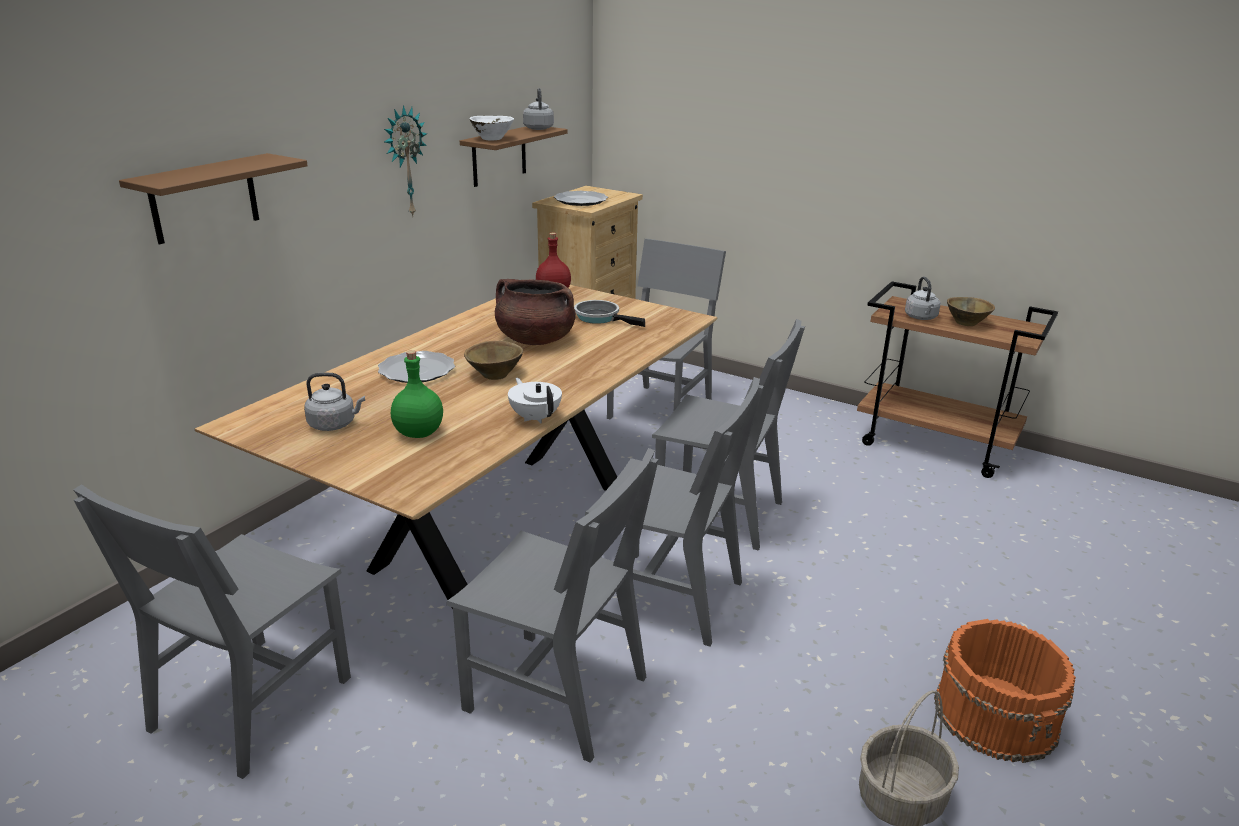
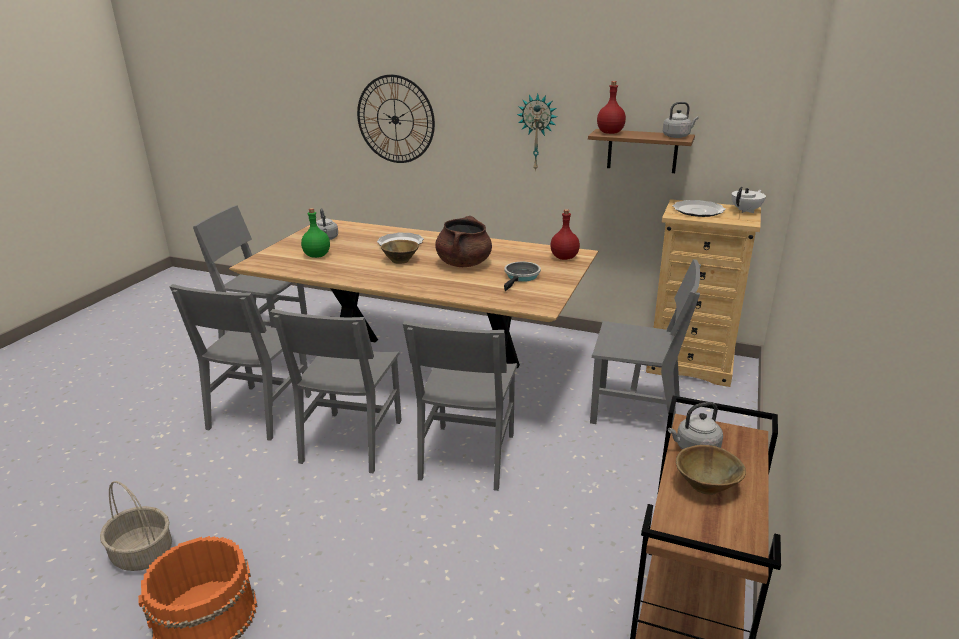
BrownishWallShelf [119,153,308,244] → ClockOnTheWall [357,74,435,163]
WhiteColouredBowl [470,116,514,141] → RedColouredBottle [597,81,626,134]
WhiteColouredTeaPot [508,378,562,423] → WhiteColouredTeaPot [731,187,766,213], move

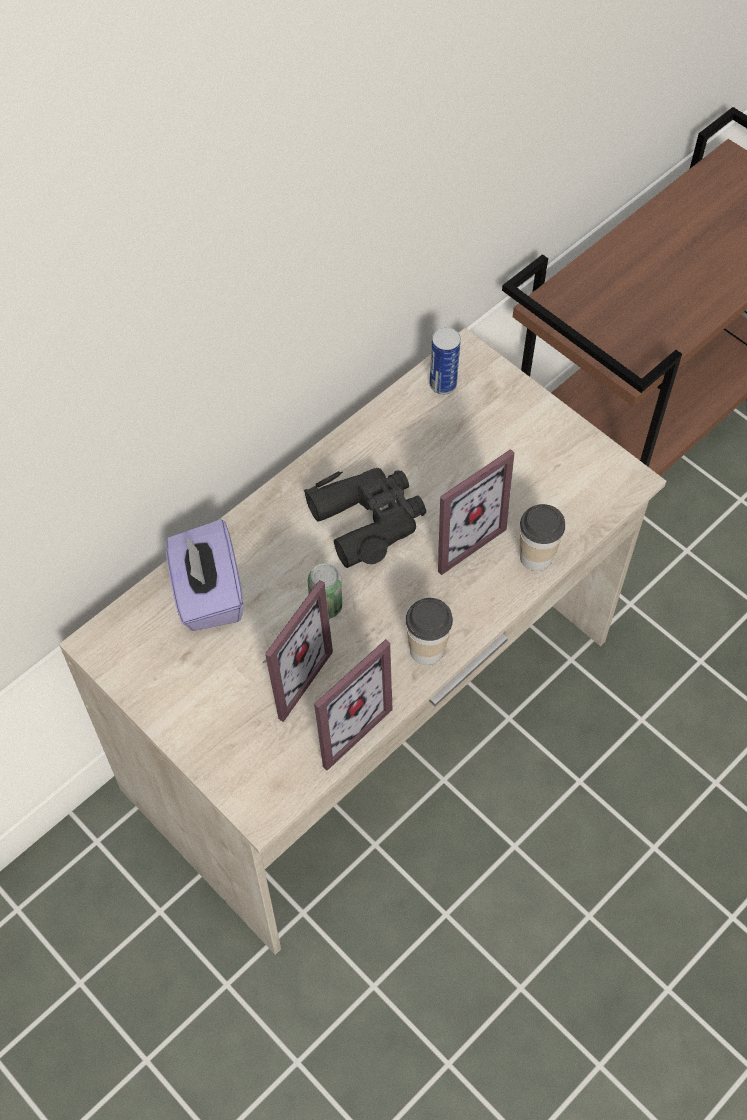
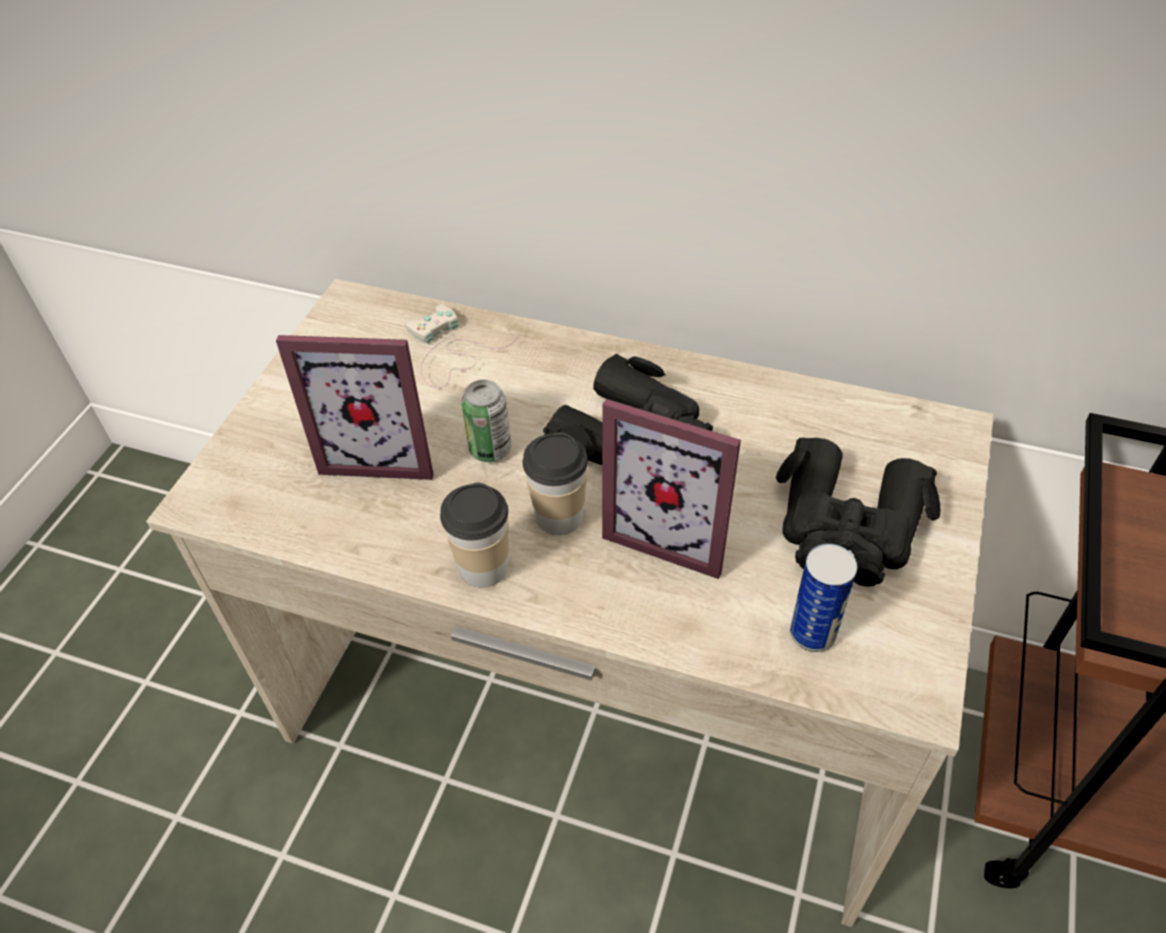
PurpleColouredTissueHolder [166,519,243,631] → WhiteColouredGameController [405,304,520,388]
DrinkingCup [520,504,565,571] → DrinkingCup [523,432,588,535], move
- → BlackishPairOfBinoculars [776,437,940,587]
MetalCan [430,327,461,395] → MetalCan [790,544,857,652], move
PhotoFrame [314,639,393,771] → -

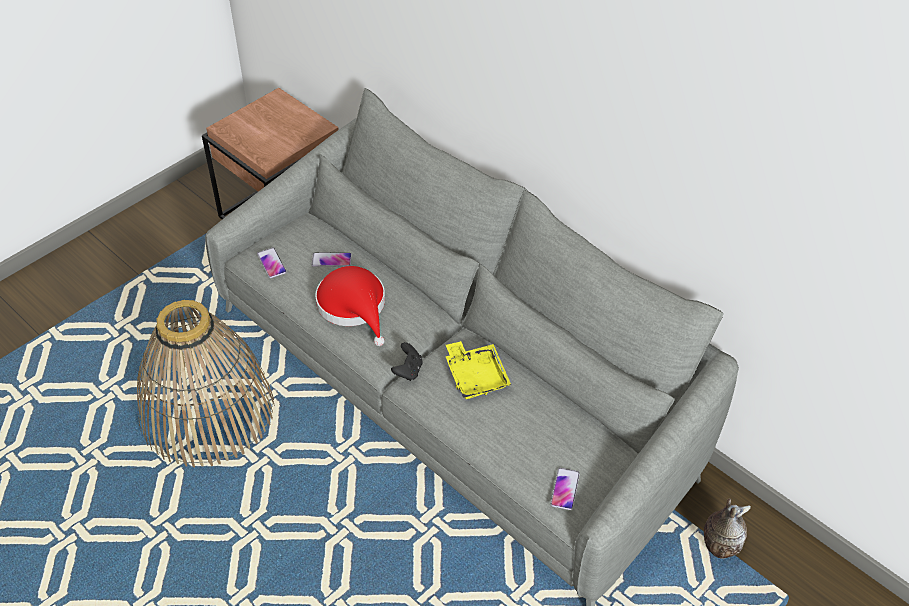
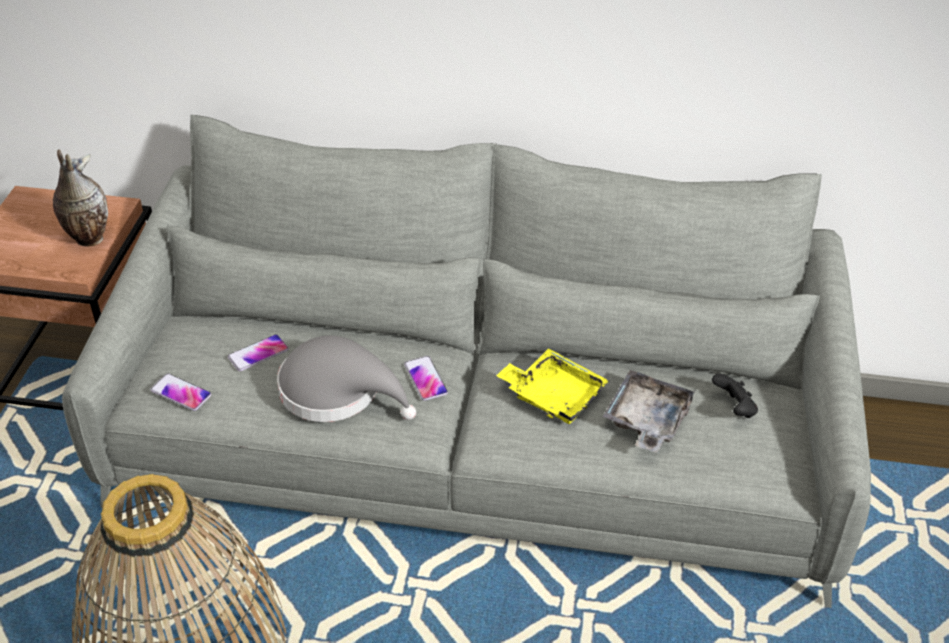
DecorativeVase [704,498,751,558] → DecorativeVase [53,149,108,246], move
RedColouredHat [315,266,385,346] → GreyishHat [277,336,416,422]
Telephone [551,468,580,510] → Telephone [404,356,448,401], move
- → GreyishCarryingTray [603,370,696,453]
BlackishGameController [391,342,423,381] → BlackishGameController [712,373,758,418], move

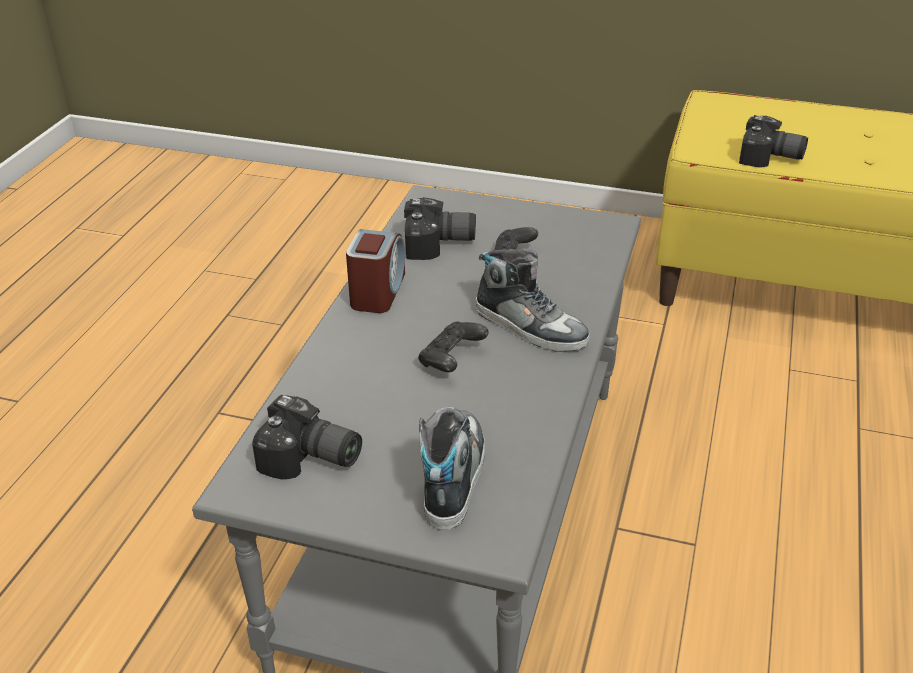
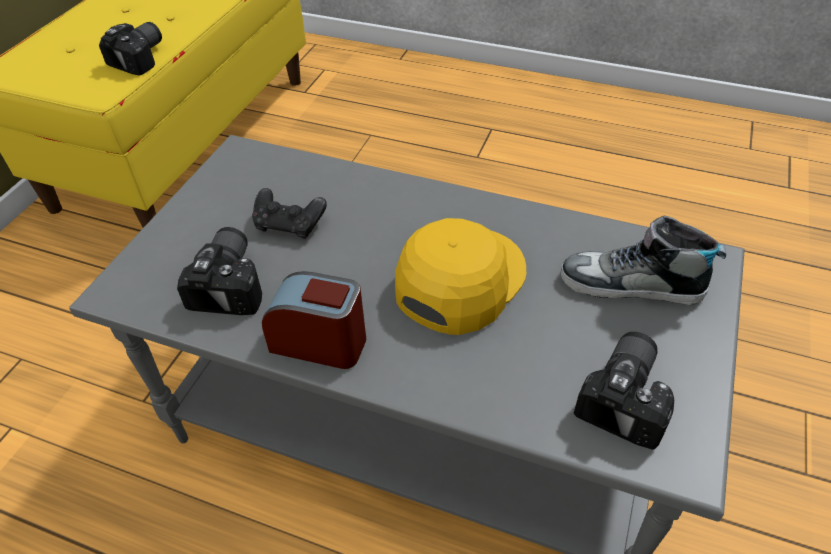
BlackishGameController [418,321,489,372] → YellowishCap [395,218,526,335]
ItemOfFootwear [476,249,590,352] → -

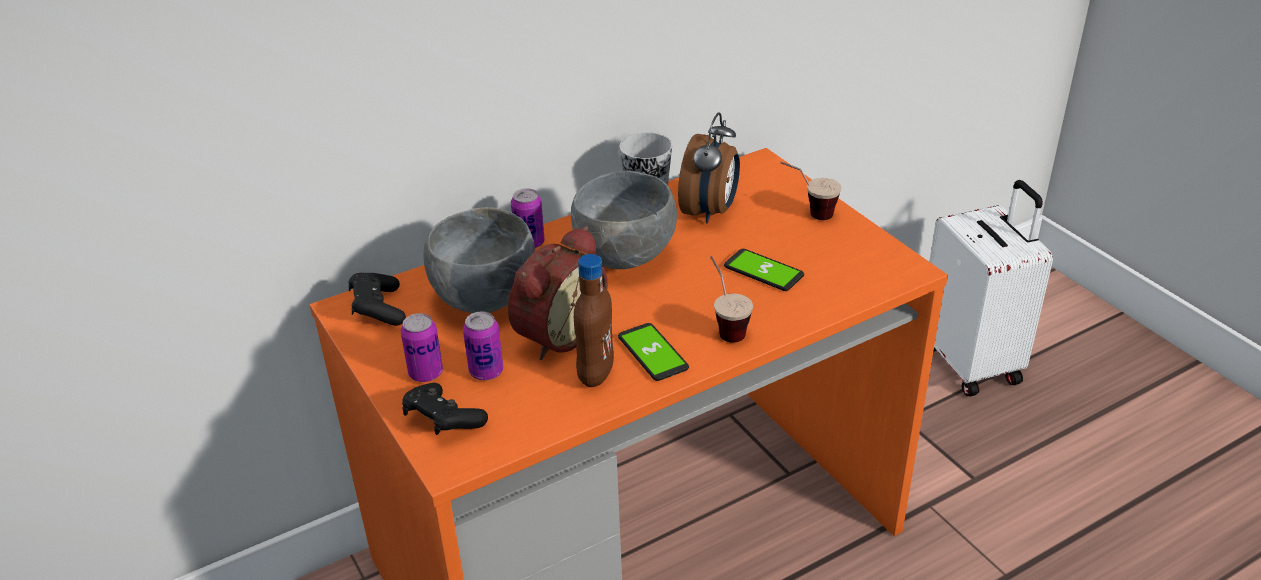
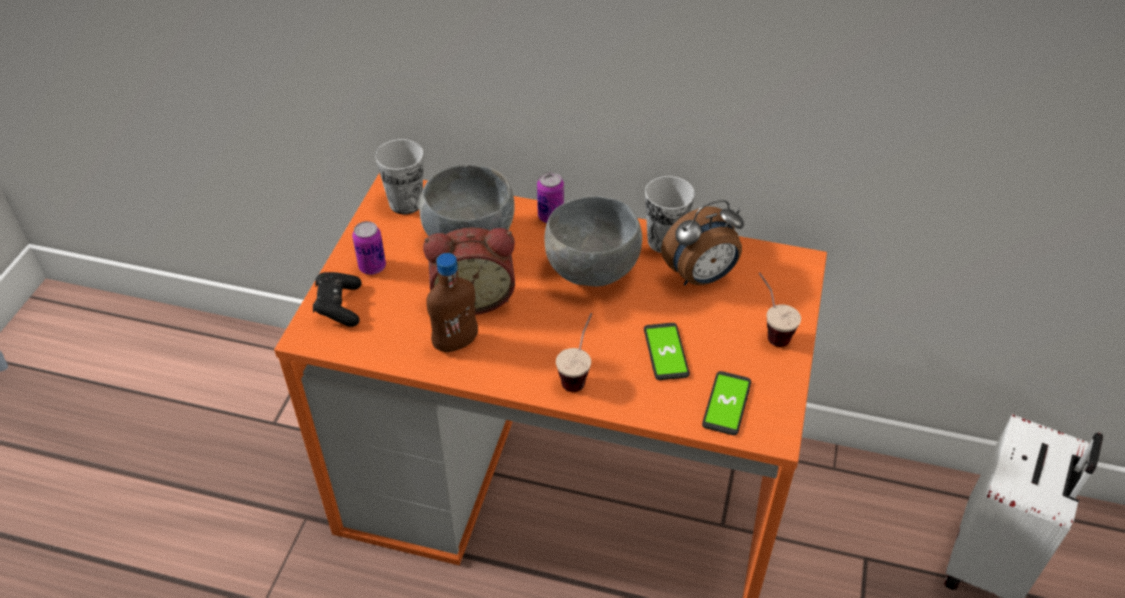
BlackishGameController [349,273,406,326] → DrinkingCup [375,139,423,214]
Telephone [618,323,689,381] → Telephone [702,371,751,435], move
MetalCan [463,312,503,380] → -

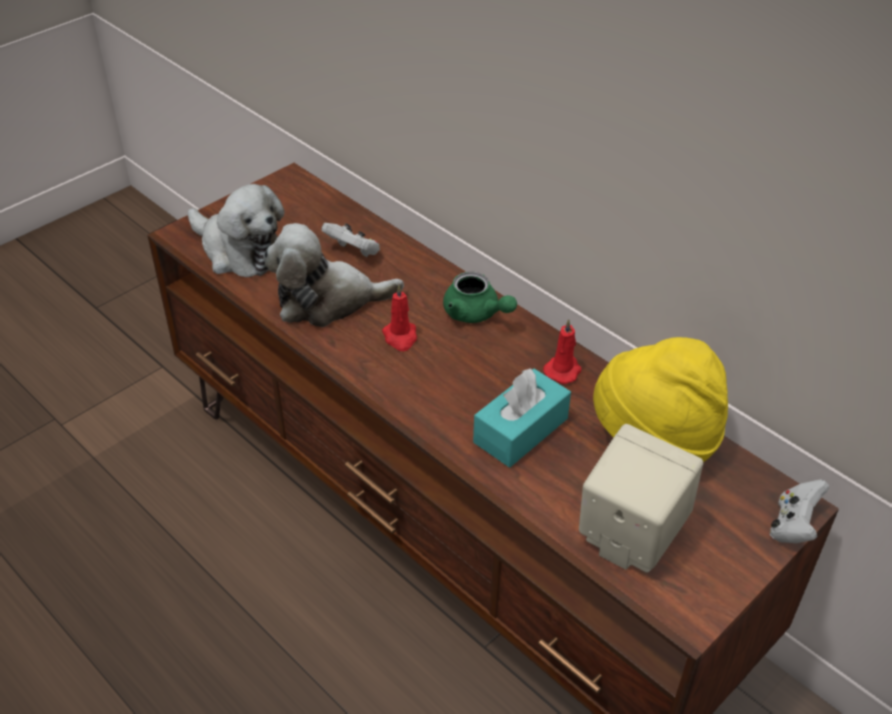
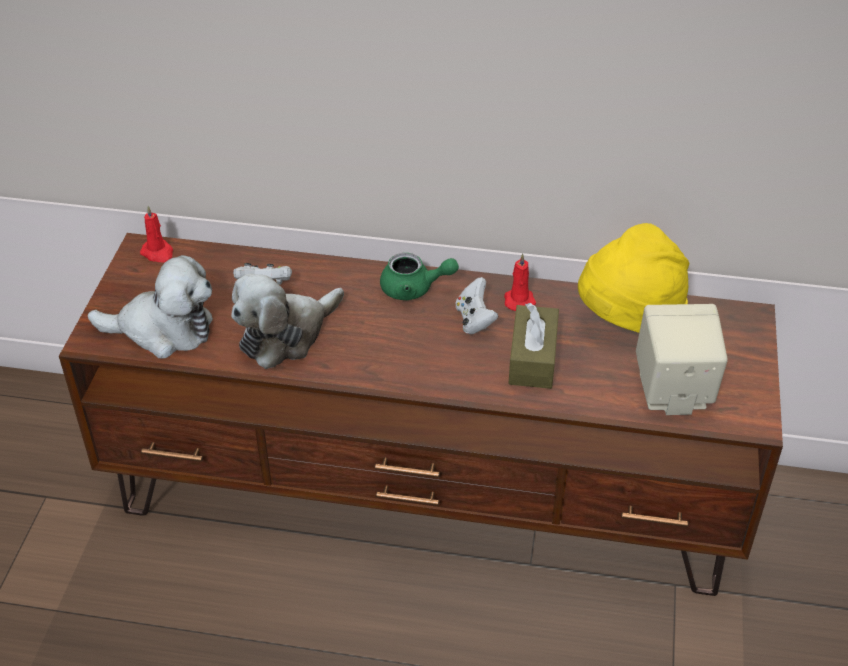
RedColouredCandle [382,285,417,351] → RedColouredCandle [140,206,173,263], move
WhiteColouredGameController [770,480,829,543] → WhiteColouredGameController [455,277,498,334], move
TurquoiseTissueHolder [473,368,571,467] → BrownishTissueHolder [508,303,559,389]

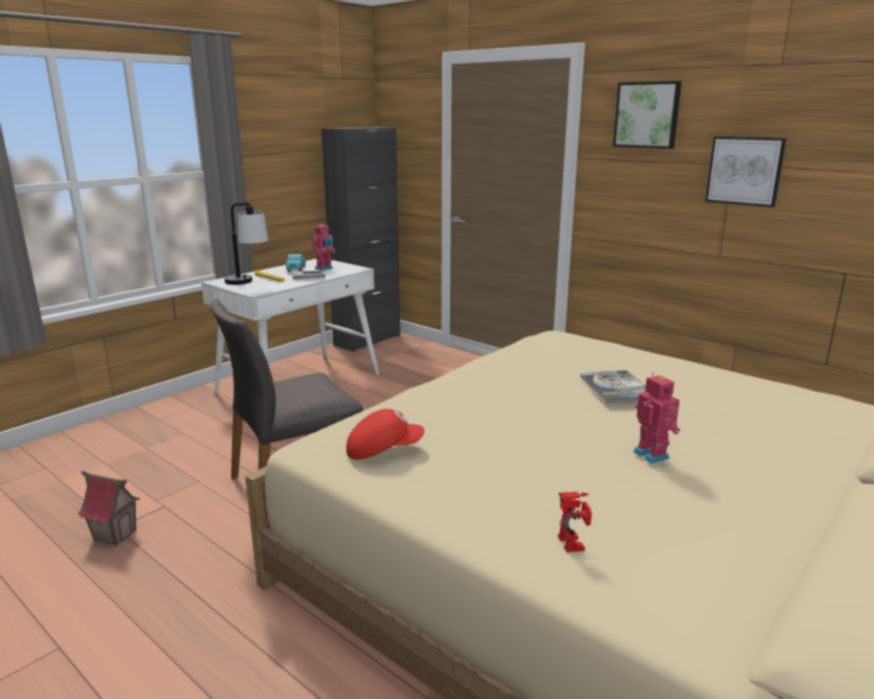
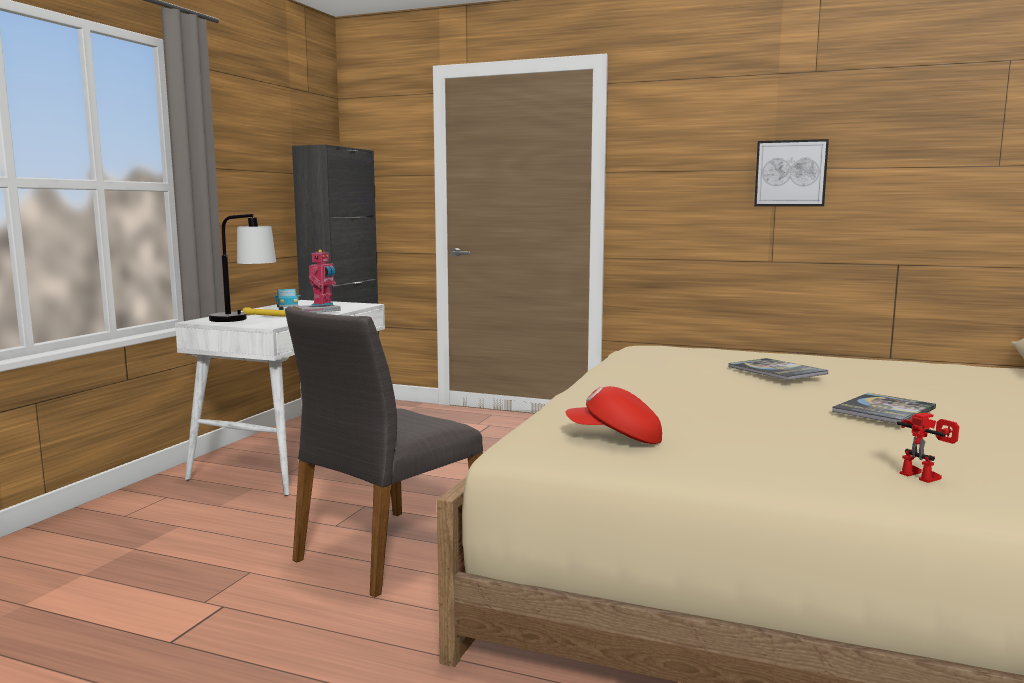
RedColouredCap [346,409,425,459] → RedColouredCap [565,386,662,444], 135 degrees counterclockwise
RobotFigure [634,373,680,464] → Book [832,393,936,424]
MiniatureHouse [77,471,140,546] → -
Picture [613,81,682,149] → -

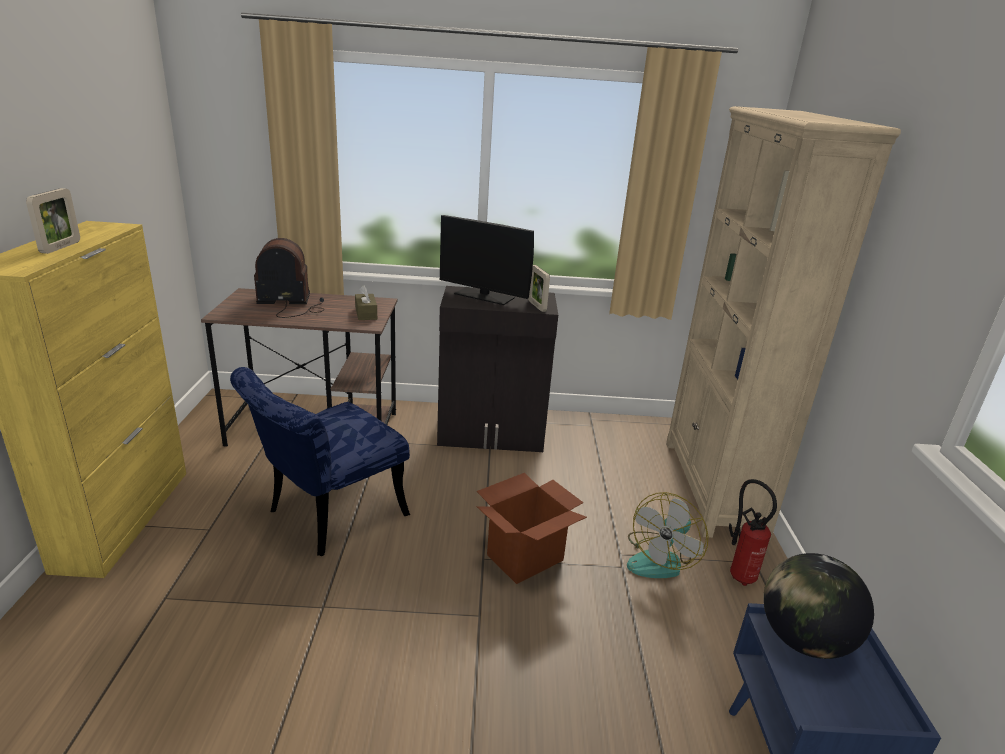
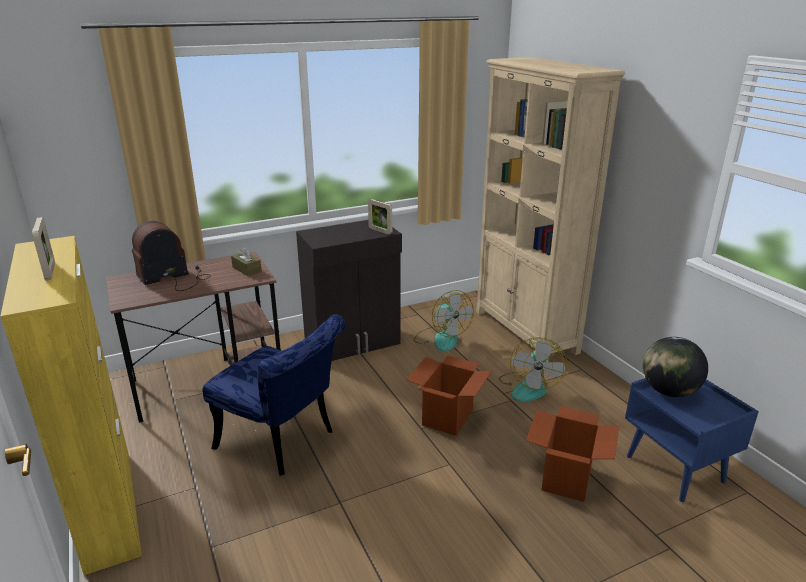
BlueColouredPlainChair [230,367,410,556] → BlueColouredPlainChair [202,314,345,476], 75 degrees counterclockwise
- → Fan [414,290,474,351]
- → PackingBox [526,406,620,502]
ComputerScreen [440,215,534,305] → -
FireFightingCylinder [729,479,777,586] → -

